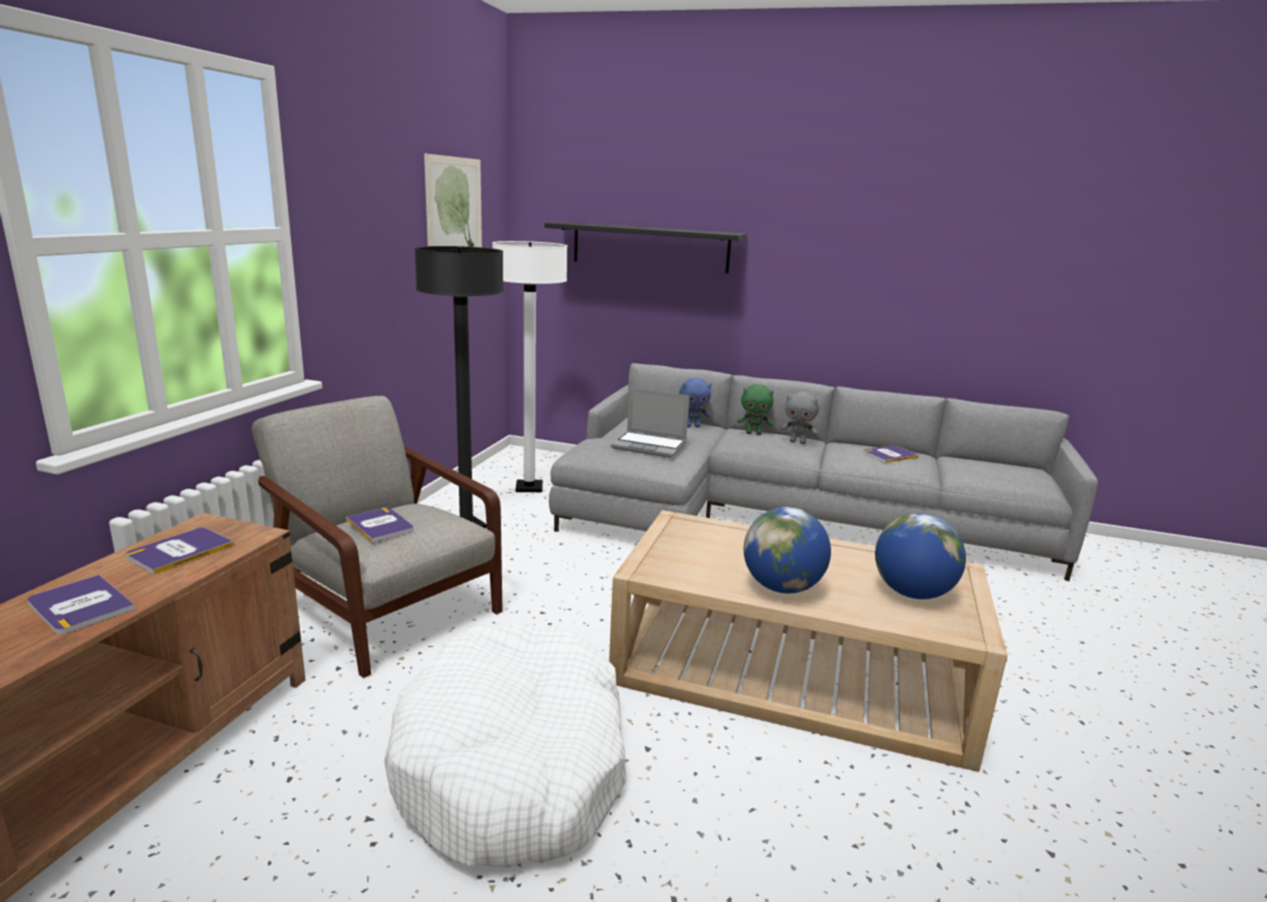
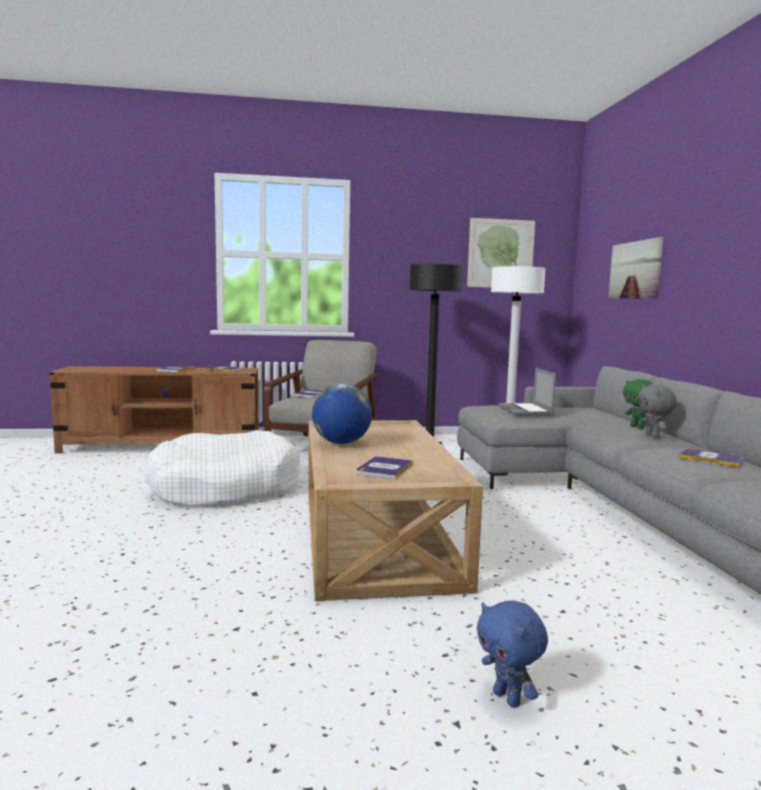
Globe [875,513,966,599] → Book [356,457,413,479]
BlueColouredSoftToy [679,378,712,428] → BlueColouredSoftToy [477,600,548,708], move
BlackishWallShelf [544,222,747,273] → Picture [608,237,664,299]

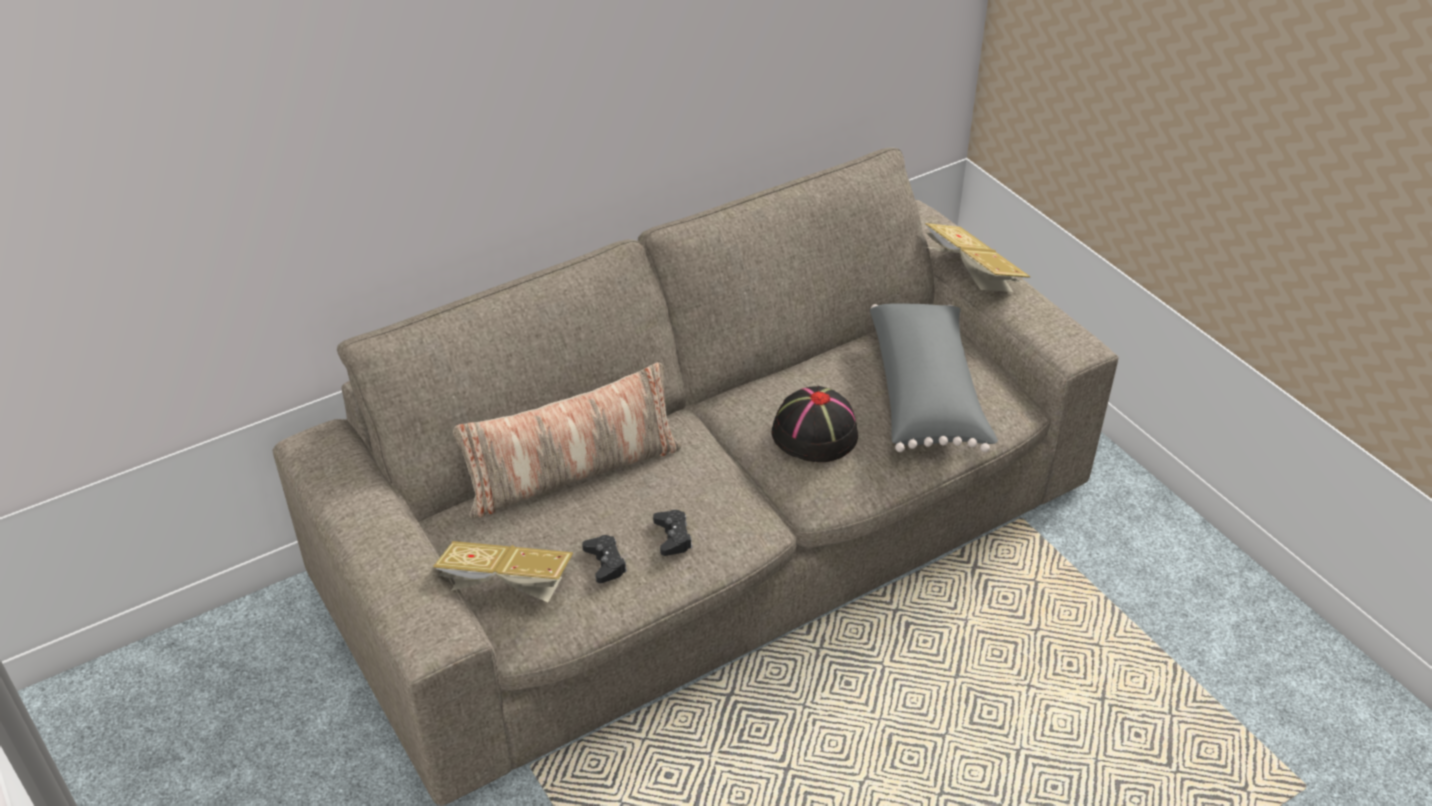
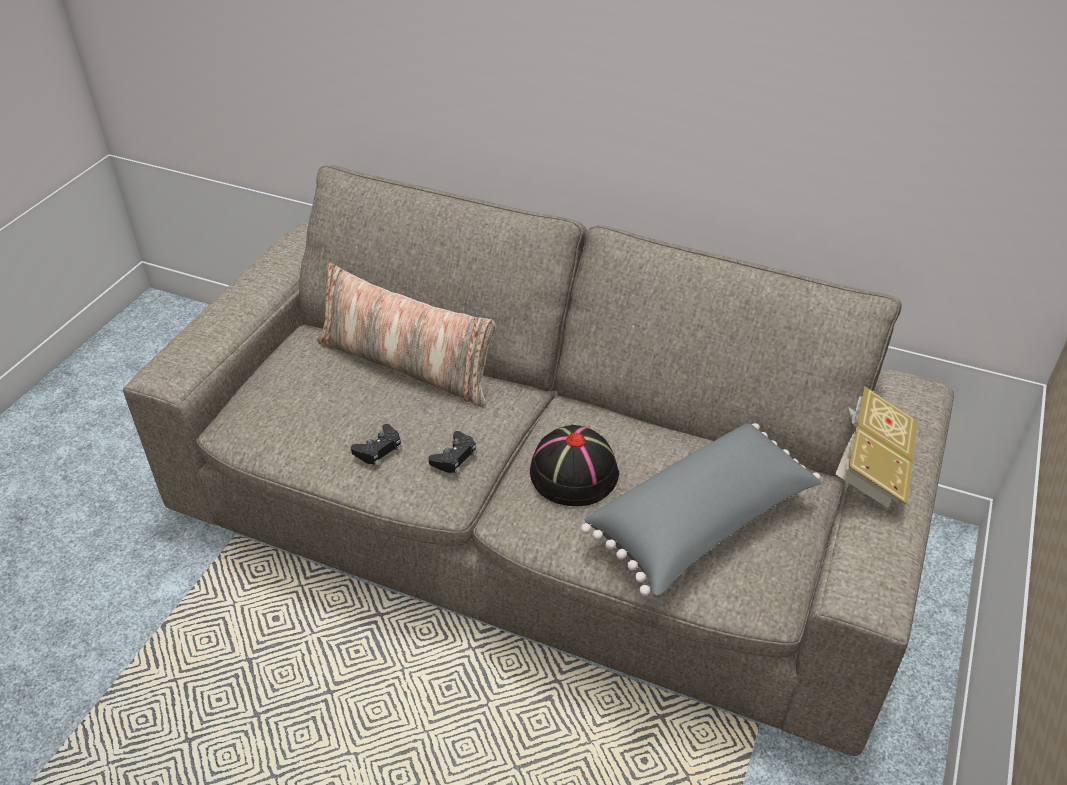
BlackishGameController [582,535,627,583] → BlackishGameController [428,431,477,474], move
Book [433,541,573,602] → -

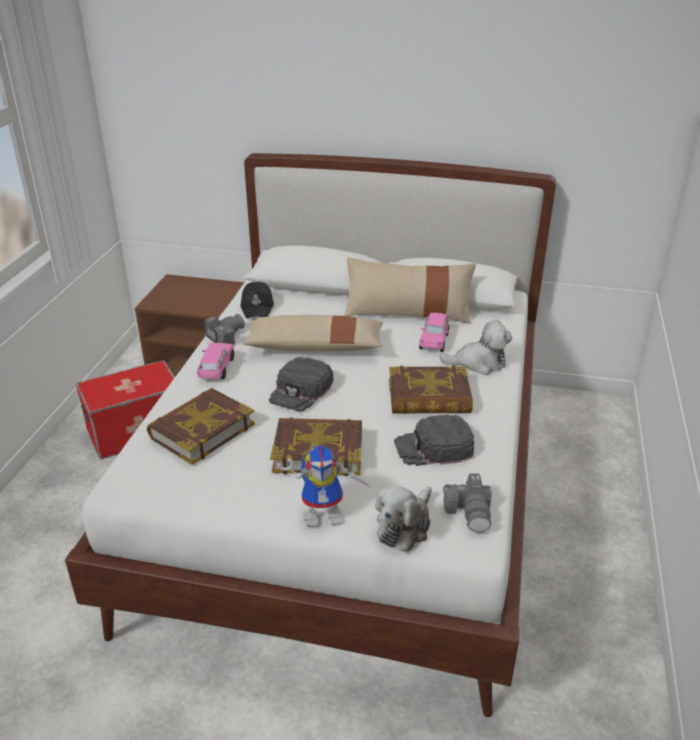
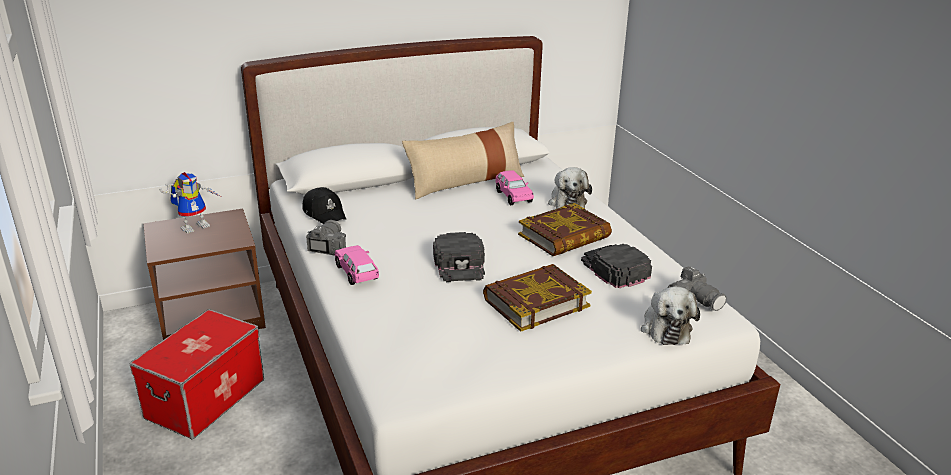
RobotFigure [277,444,371,527] → RobotFigure [159,172,220,234], move
SoftToy [440,320,512,375] → SoftToy [548,167,592,209], 120 degrees clockwise
BlackishCap [394,414,474,466] → BlackishCap [581,244,652,288], 105 degrees clockwise
Book [147,388,255,465] → -
BeigeColouredPillow [242,315,383,352] → -

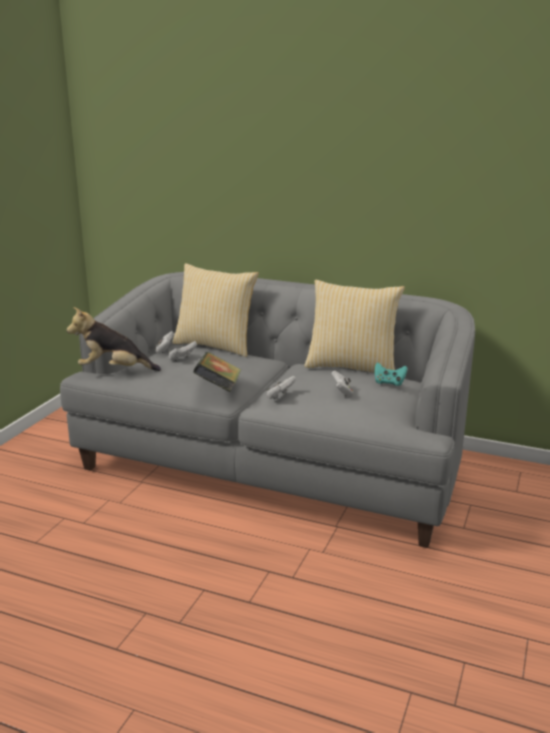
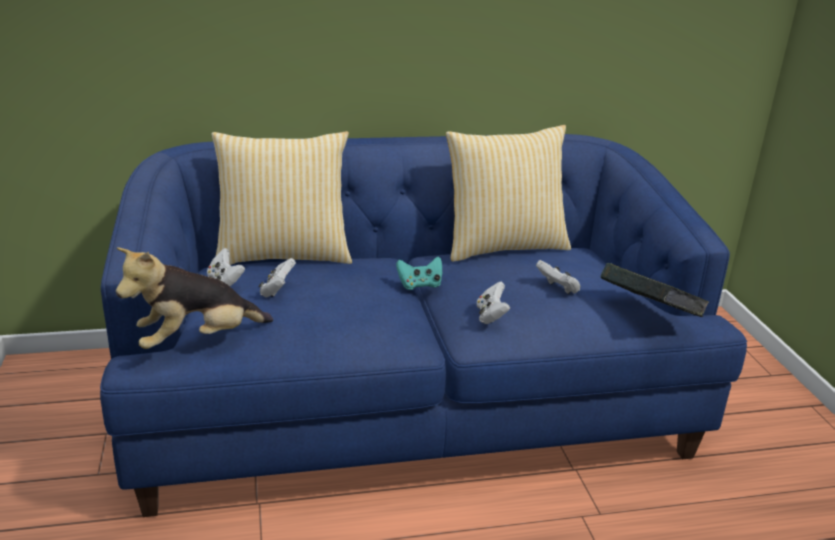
GreyishSofa [60,272,475,548] → BlueColouredSofa [100,134,747,517]
TurquoiseGameController [375,362,407,386] → TurquoiseGameController [396,256,442,290], move
Book [193,352,241,392] → Book [601,263,709,317], move

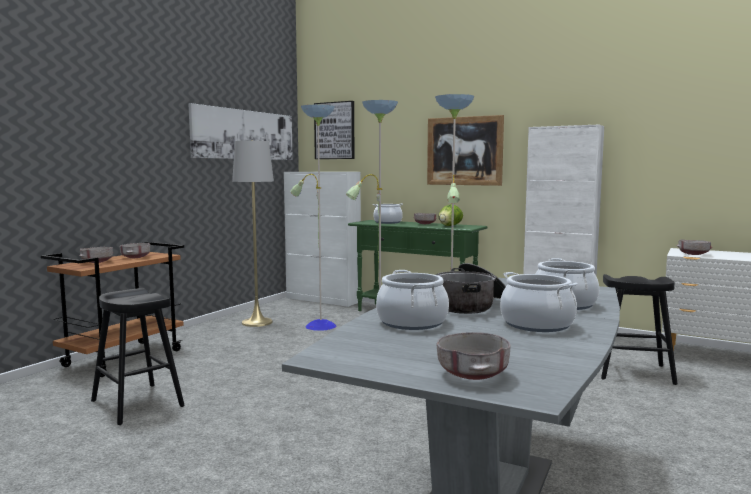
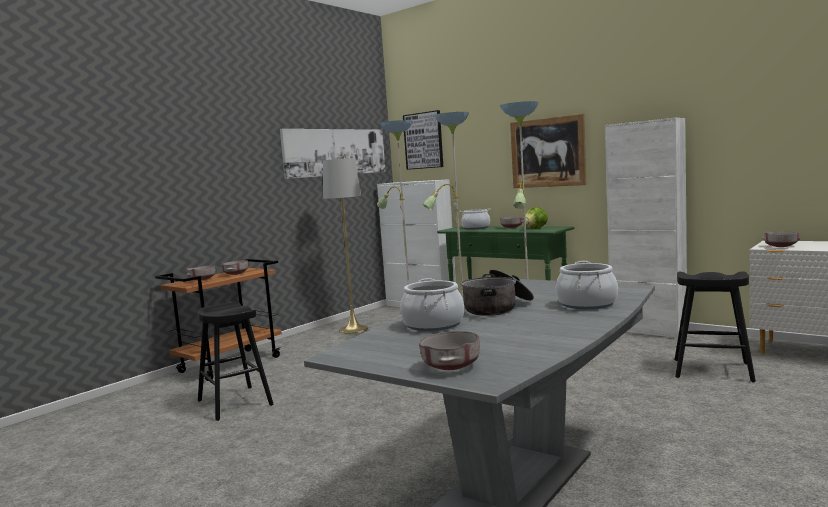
Saucepot [500,272,578,332] → -

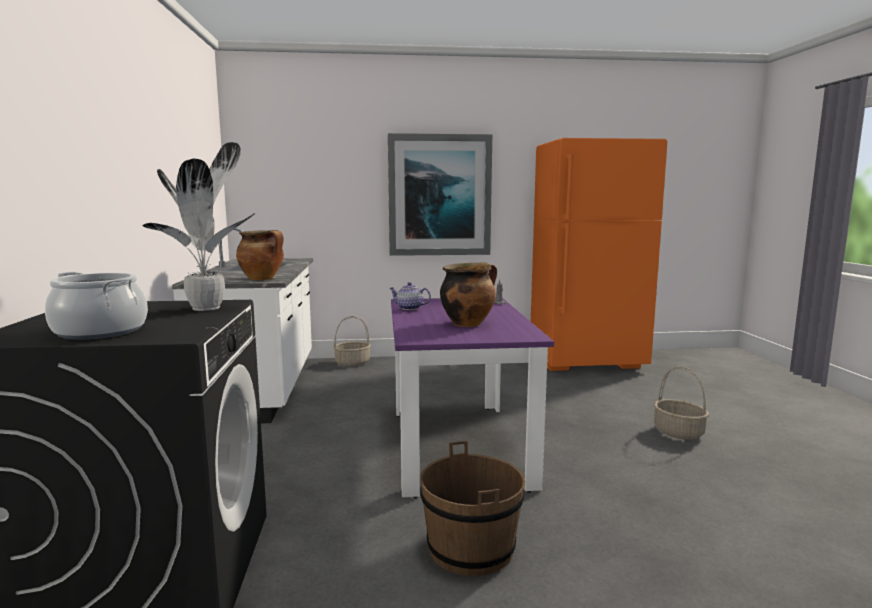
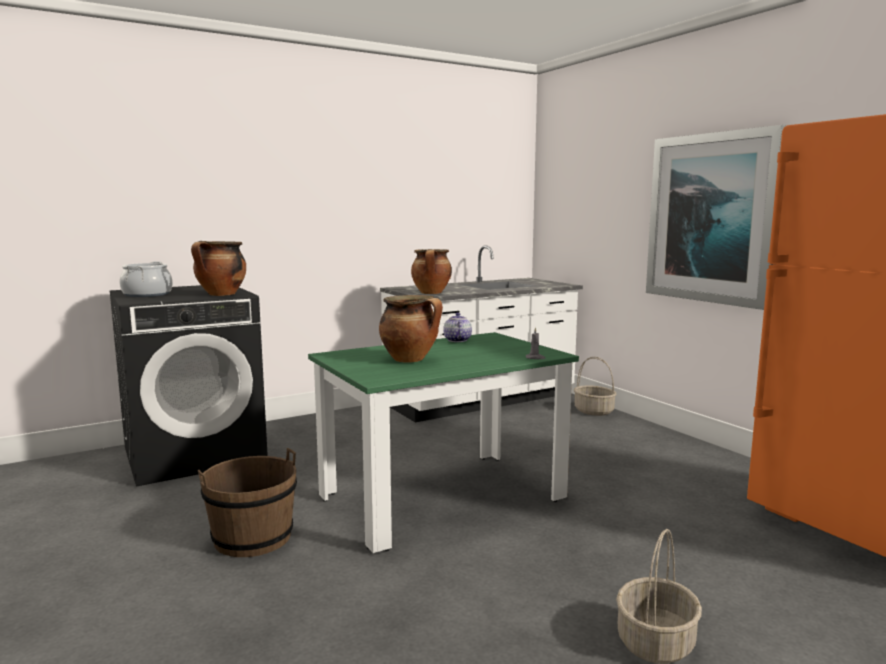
PottedPlant [142,142,255,311] → Saucepot [191,241,246,296]
PurpleColouredDiningTable [391,298,554,499] → GreenDiningTable [308,332,579,553]

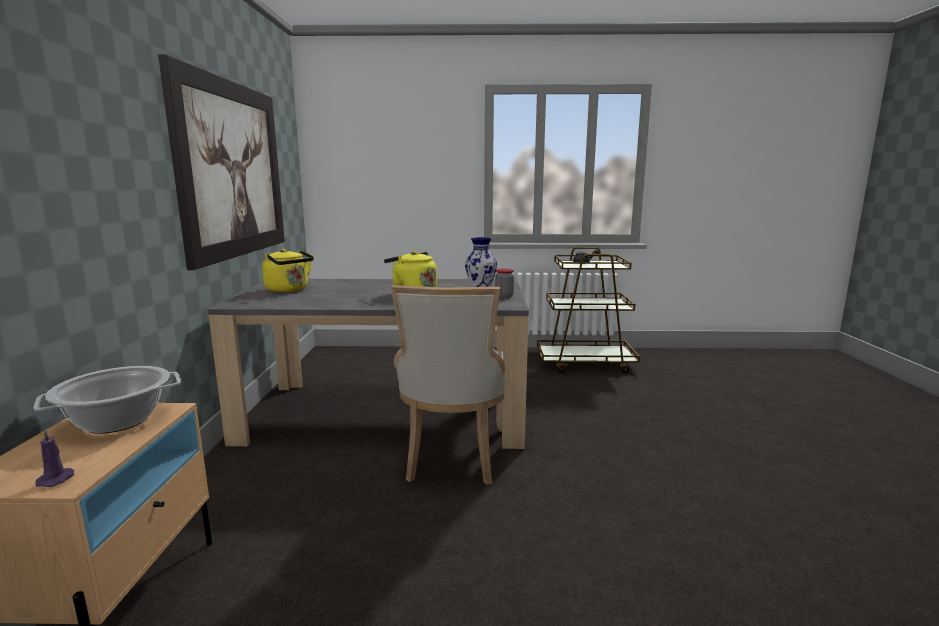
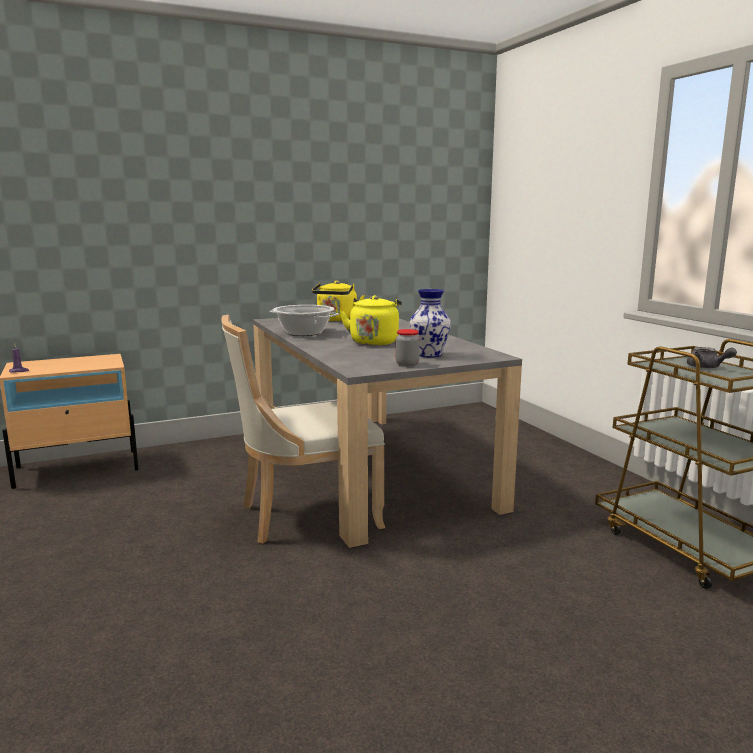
Saucepot [33,366,181,434] → Saucepot [269,305,339,336], move
Picture [158,54,285,270] → -

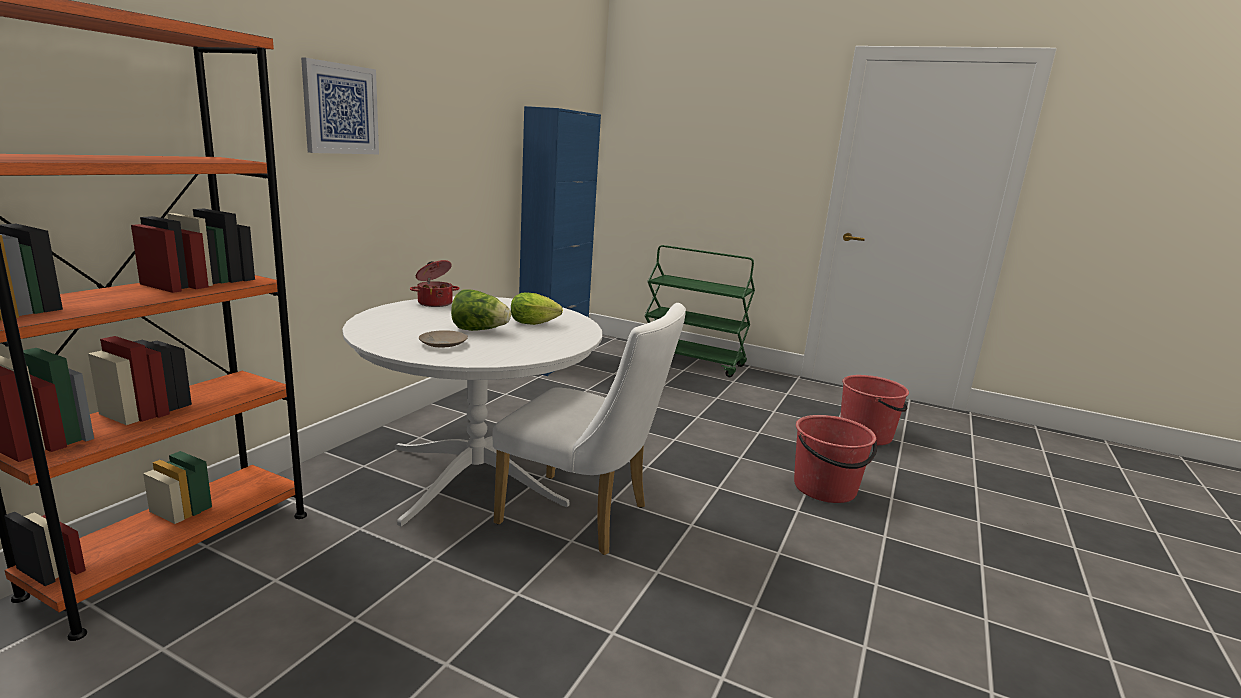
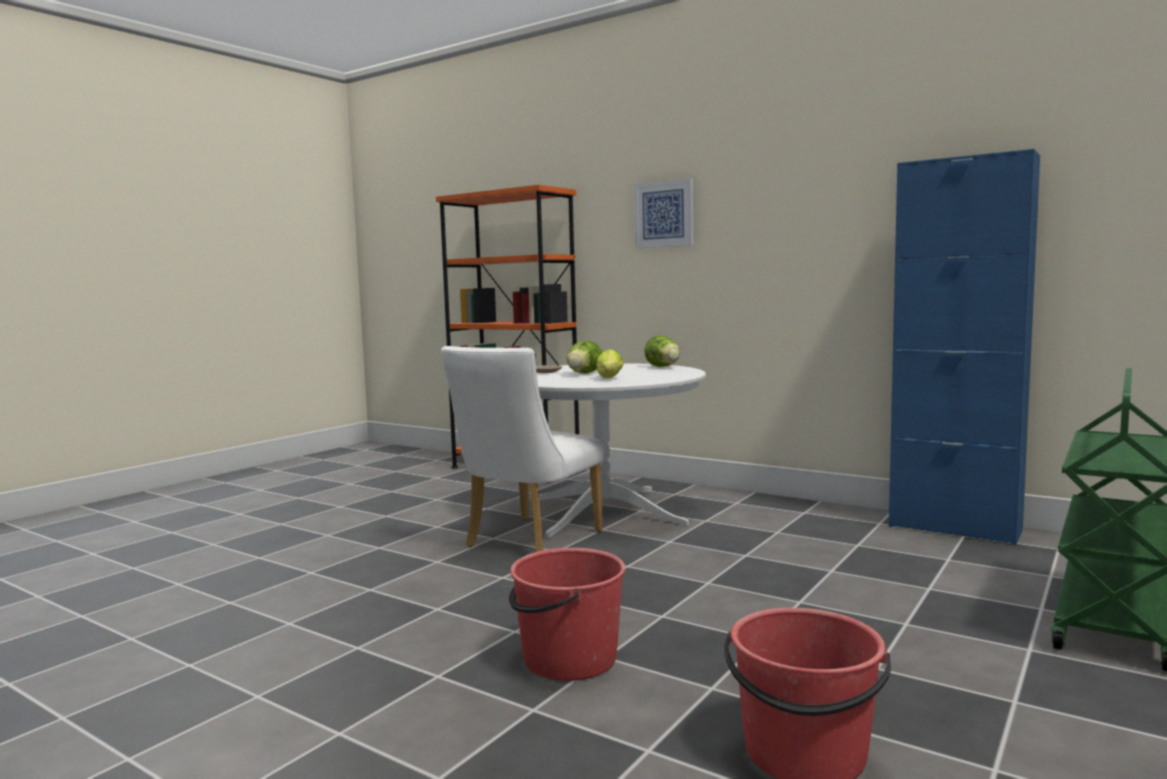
Saucepot [410,260,460,307] → LettuceHead [644,335,680,367]

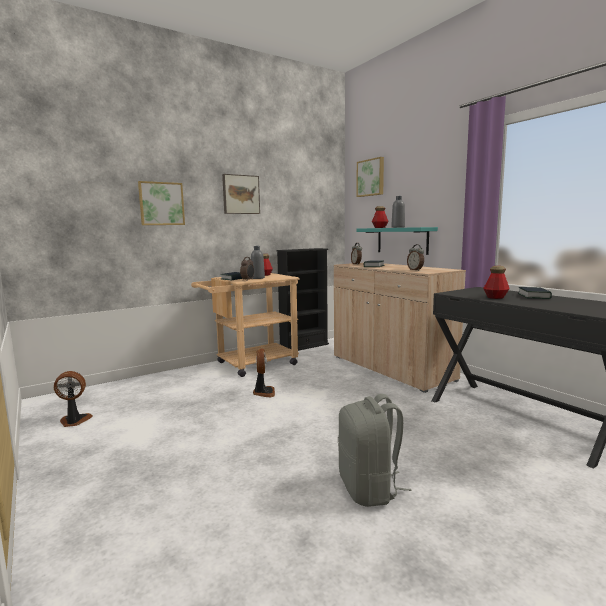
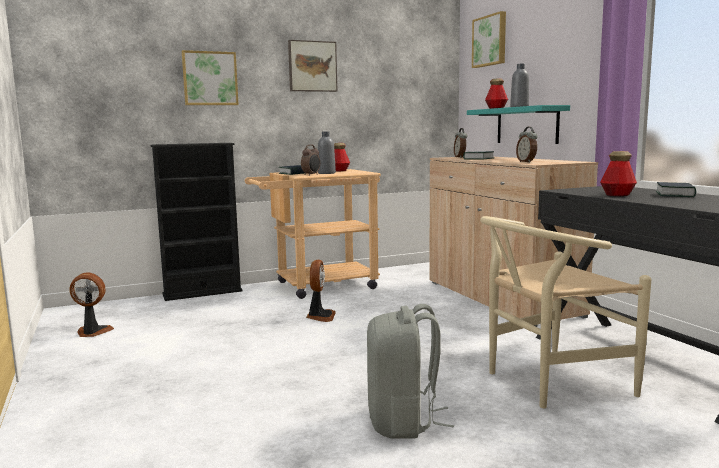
BlackishBookcase [276,248,329,351] → BlackishBookcase [151,143,243,301], move
- → BeigeColouredPlainChair [480,216,652,408]

